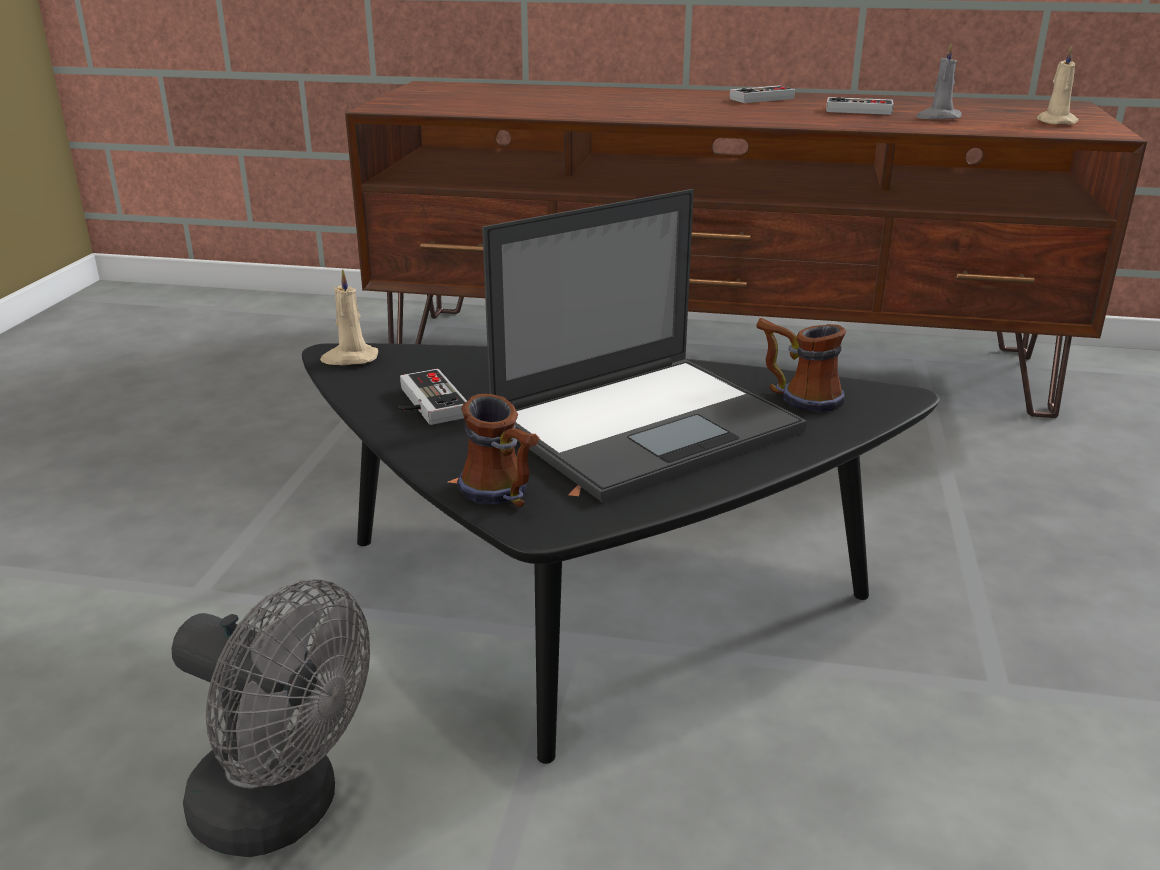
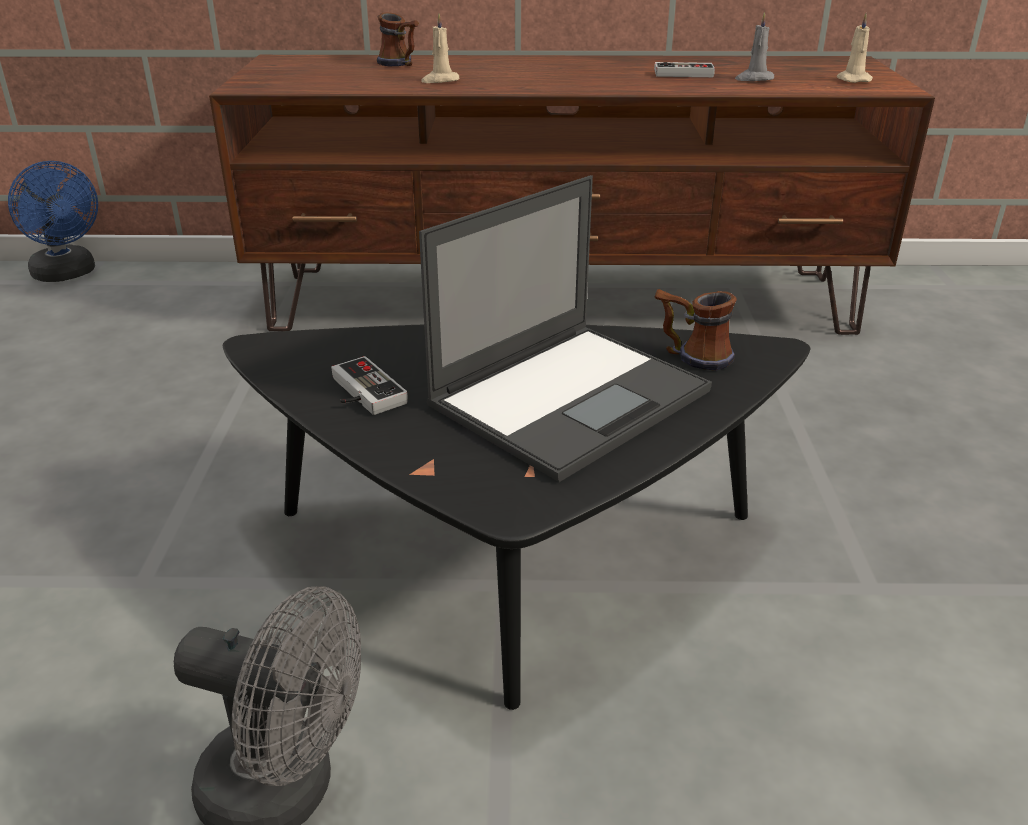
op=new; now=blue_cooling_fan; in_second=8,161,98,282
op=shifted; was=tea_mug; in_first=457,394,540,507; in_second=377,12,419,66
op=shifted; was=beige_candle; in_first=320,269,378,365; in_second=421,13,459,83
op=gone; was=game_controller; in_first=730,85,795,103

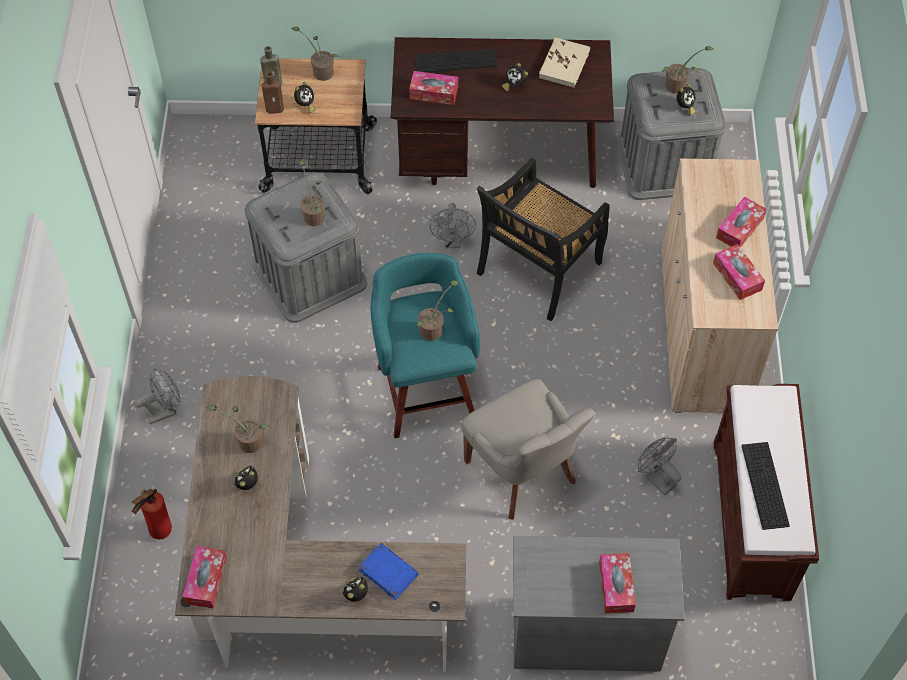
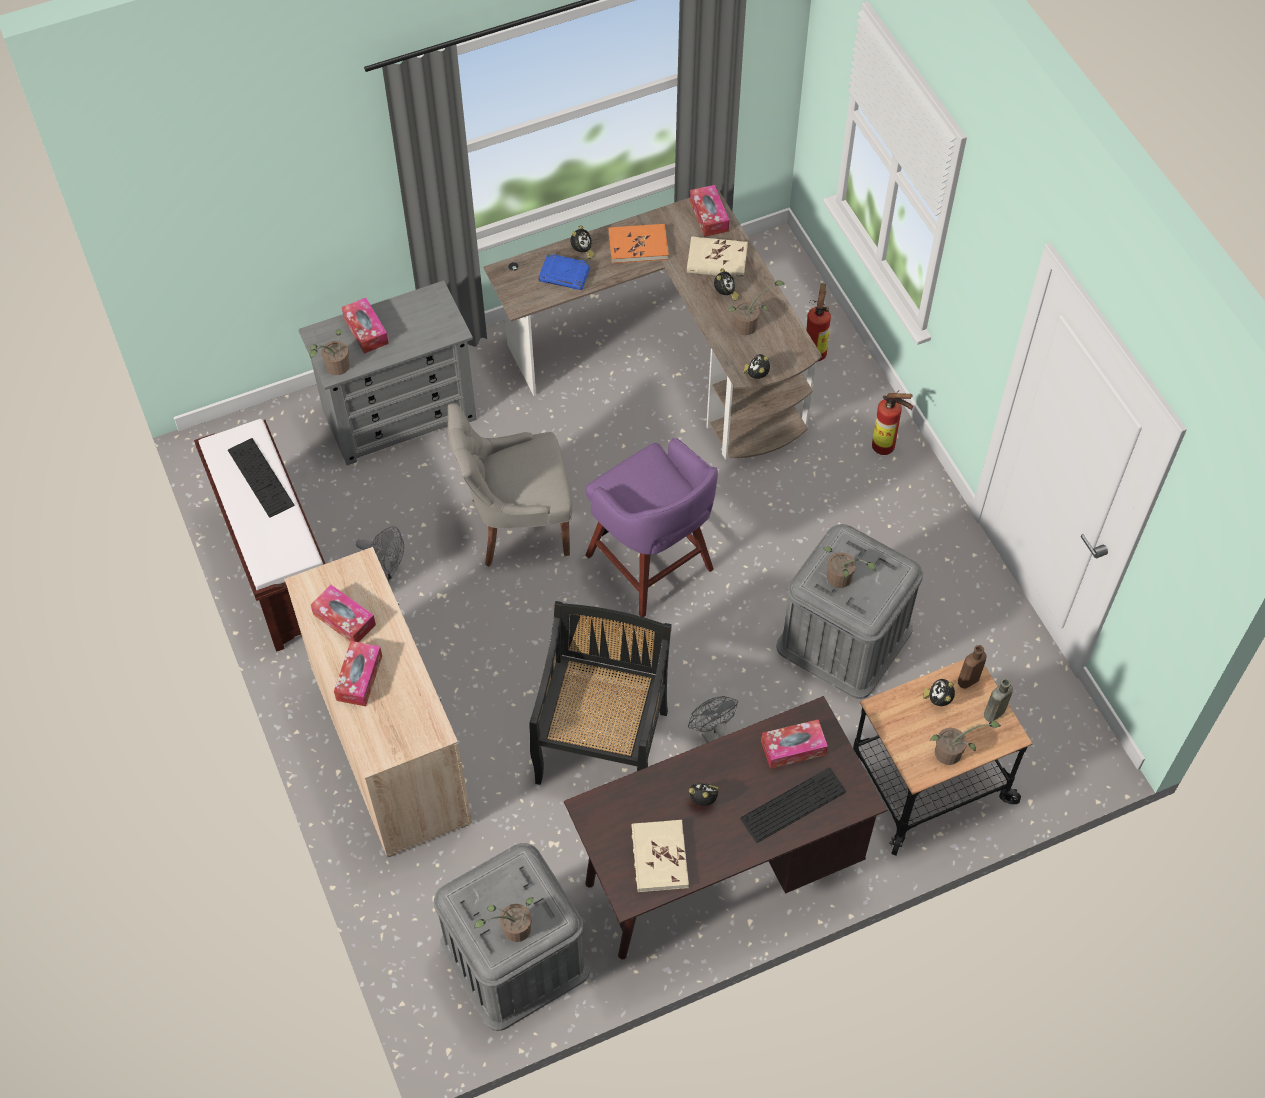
op=shifted; was=plant_in_a_pot; in_first=417,280,459,341; in_second=310,329,350,375
op=rotated; was=greyish_chair; in_first=461,379,596,520; in_second=448,403,572,566; clockwise=-45
op=repainted; was=turquoise_stool_seat; now=purple_stool_seat; in_first=371,253,480,438; in_second=585,438,718,617
op=new; now=orange_book; in_second=609,224,669,263
op=new; now=beige_book; in_second=687,236,748,278
op=shifted; was=alarm_clock; in_first=677,84,696,115; in_second=743,354,770,379
op=swapped; was=greyish_cooling_fan; now=extinguisher; in_first=135,368,180,425; in_second=872,390,914,455

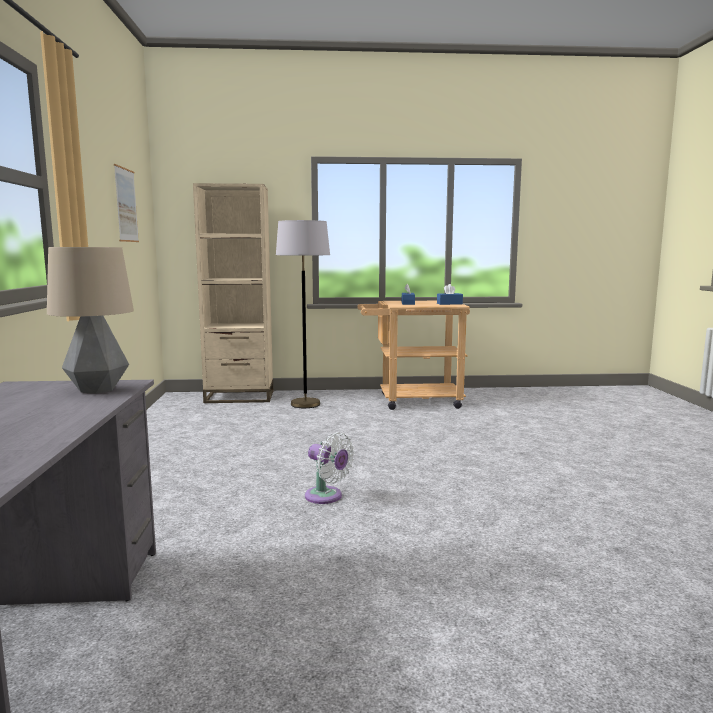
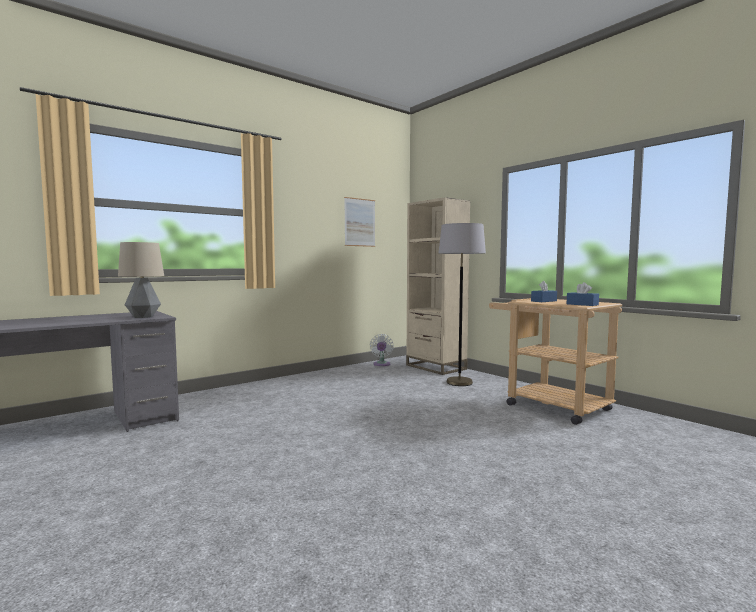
op=shifted; was=white_cooling_fan; in_first=305,432,354,504; in_second=370,334,393,366

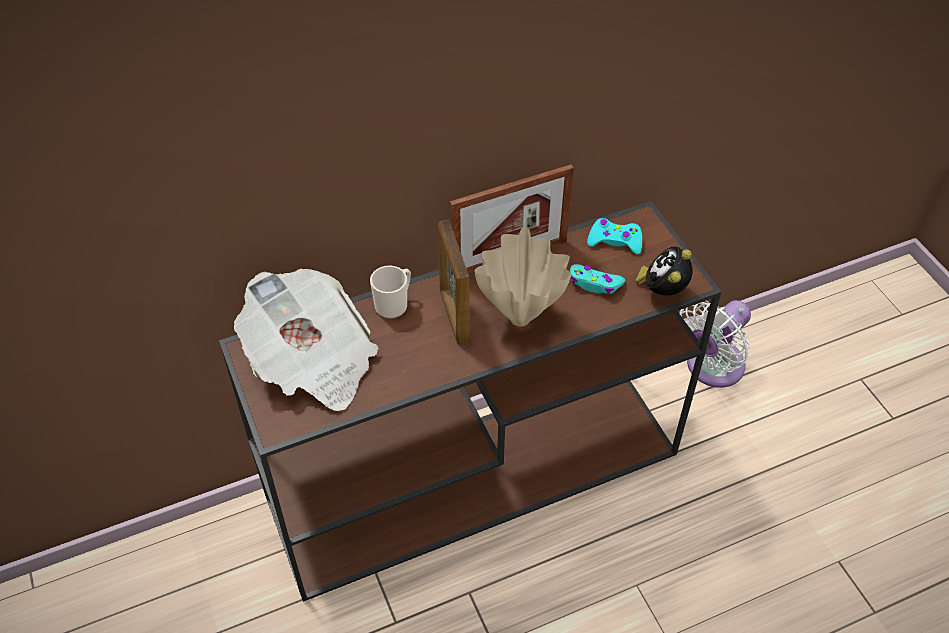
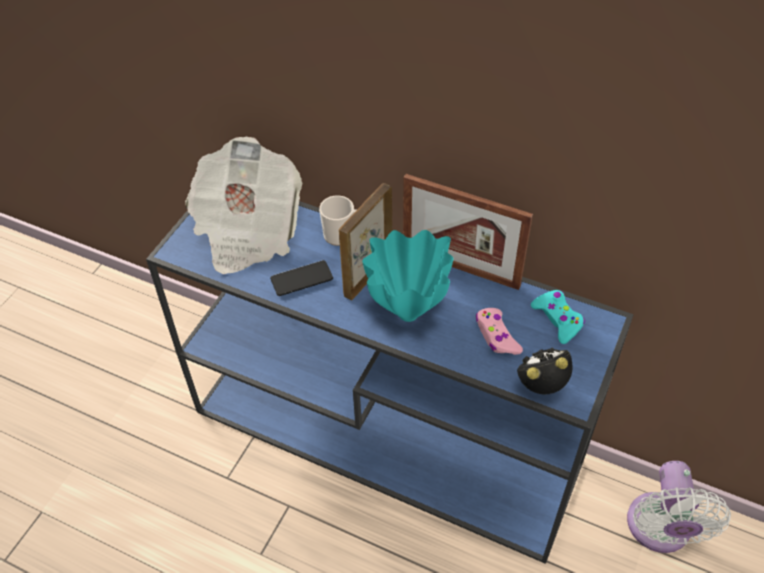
op=repainted; was=brown_hall_table; now=blue_hall_table; in_first=219,201,721,602; in_second=146,201,634,564
op=new; now=telephone; in_second=270,260,333,296
op=repainted; was=beige_vase; now=turquoise_vase; in_first=474,227,571,326; in_second=362,230,454,322
op=repainted; was=turquoise_game_controller; now=pink_game_controller; in_first=570,264,625,294; in_second=476,308,523,355
op=rotated; was=white_cooling_fan; in_first=679,300,751,388; in_second=627,461,731,553; clockwise=-90

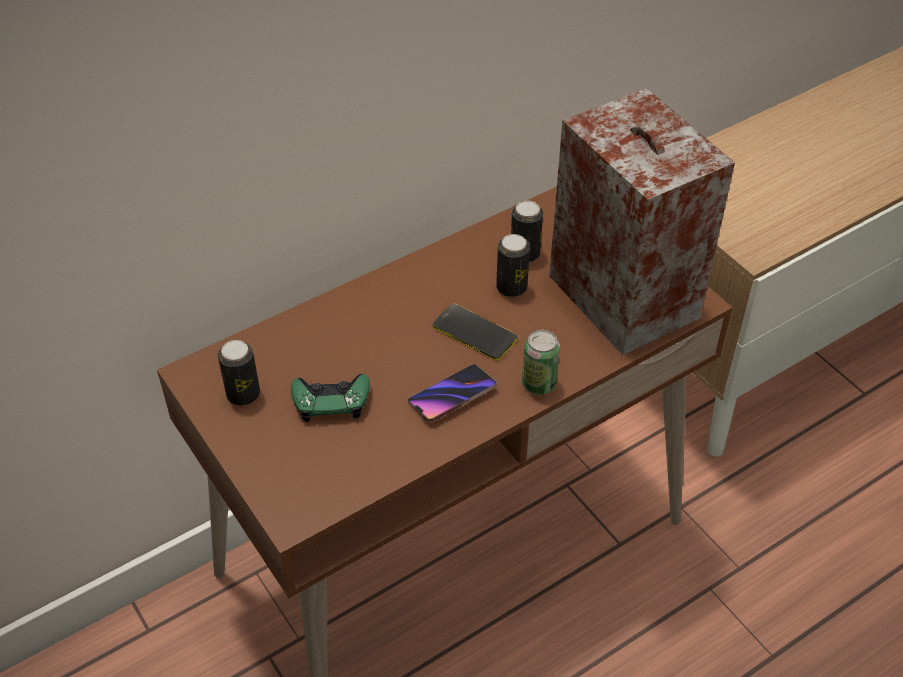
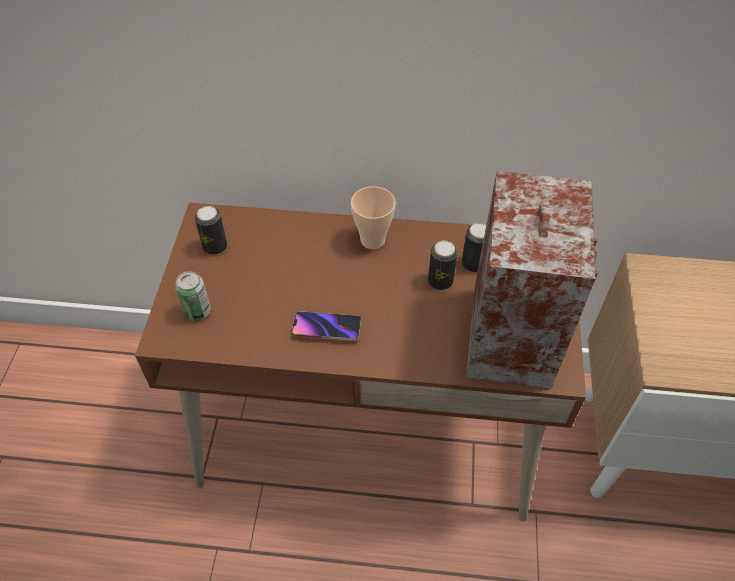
op=shifted; was=sealed_can; in_first=522,330,560,395; in_second=175,271,211,321
op=new; now=small_cup; in_second=351,186,396,249
op=gone; was=greenish_game_controller; in_first=291,374,370,422
op=gone; was=telephone; in_first=433,304,517,361

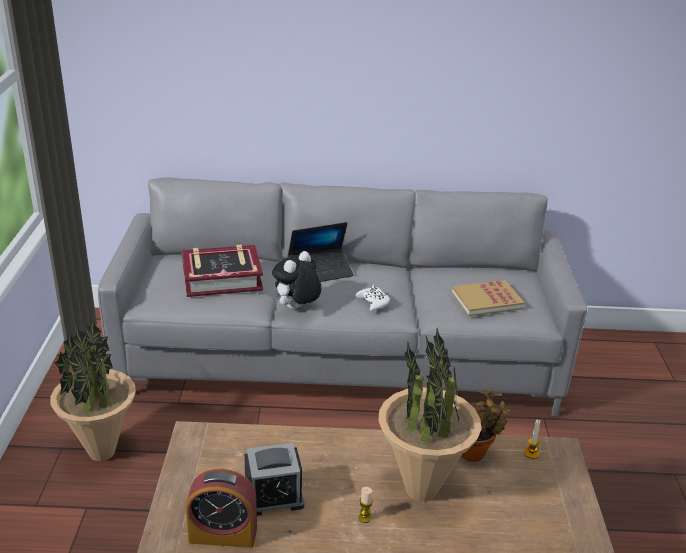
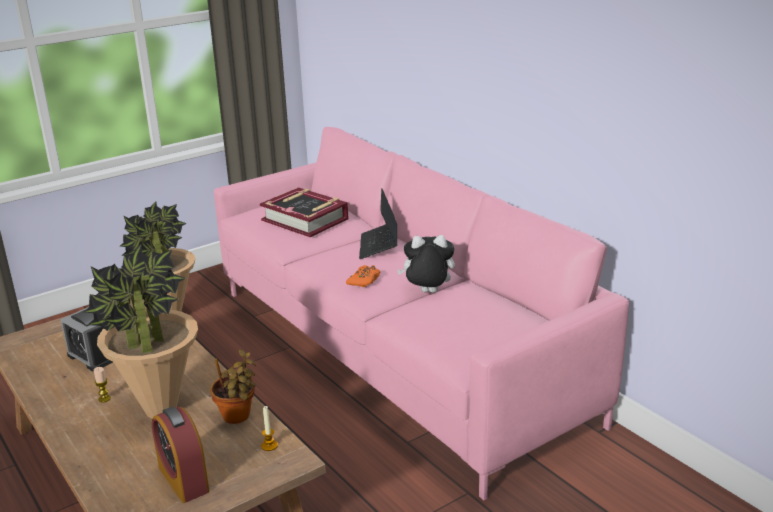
op=shifted; was=alarm_clock; in_first=186,469,257,548; in_second=152,407,210,503
op=repainted; was=greyish_couch; now=pink_couch; in_first=98,177,587,417; in_second=214,127,629,500
op=repainted; was=white_game_controller; now=orange_game_controller; in_first=355,285,390,311; in_second=346,265,381,287
op=rotated; was=notebook_computer; in_first=288,222,354,282; in_second=359,188,397,259; clockwise=60
op=shifted; was=soft_toy; in_first=272,251,321,310; in_second=397,235,455,293
op=gone; was=book; in_first=451,280,524,316

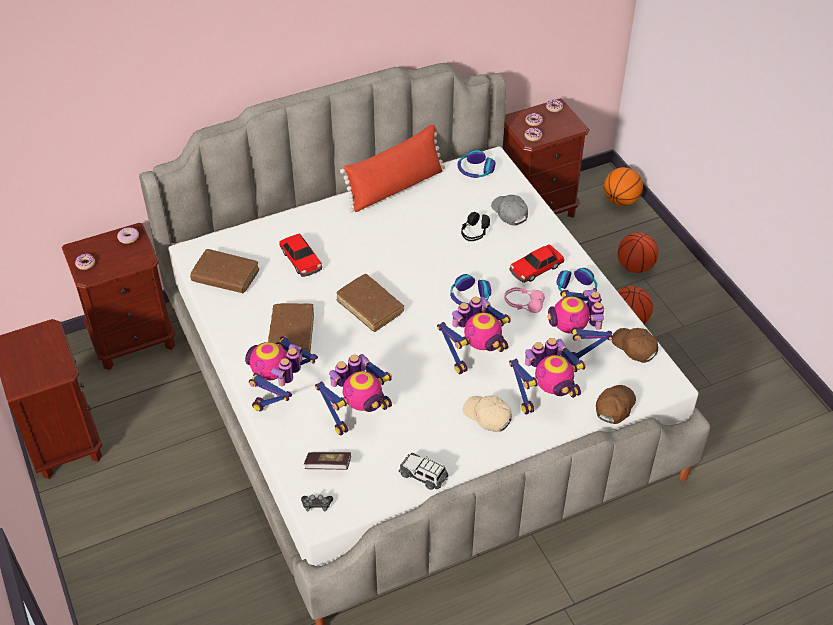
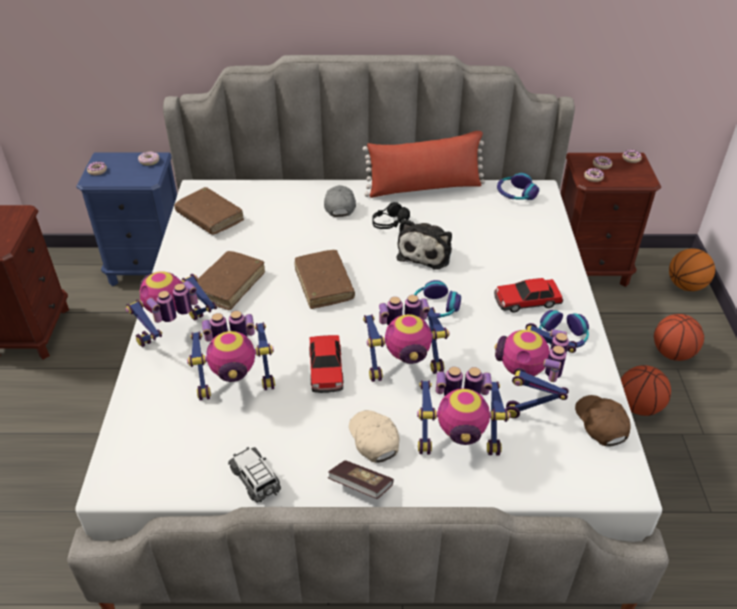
op=repainted; was=brown_night_table; now=blue_night_table; in_first=62,223,175,370; in_second=76,152,177,286
op=shifted; was=toy_car; in_first=279,233,322,277; in_second=309,335,344,393
op=shifted; was=greyish_peaked_cap; in_first=491,195,528,226; in_second=324,185,356,217
op=shifted; was=book; in_first=304,452,351,470; in_second=328,460,394,499
op=shifted; was=black_headphones; in_first=461,212,490,241; in_second=372,202,410,229
op=new; now=soft_toy; in_second=397,219,452,270
op=gone; was=game_controller; in_first=301,495,333,511
op=gone; was=pink_headphones; in_first=504,287,545,313
op=gone; was=brown_peaked_cap; in_first=596,385,636,424

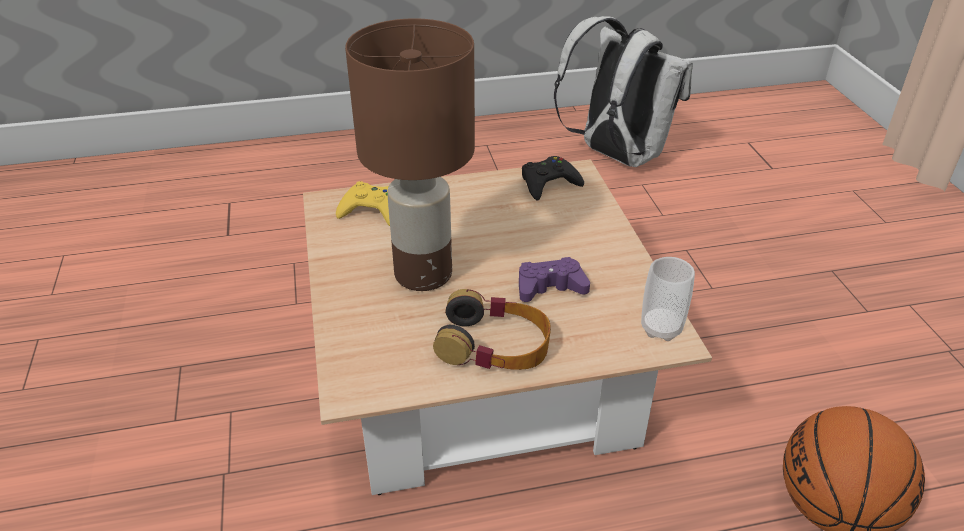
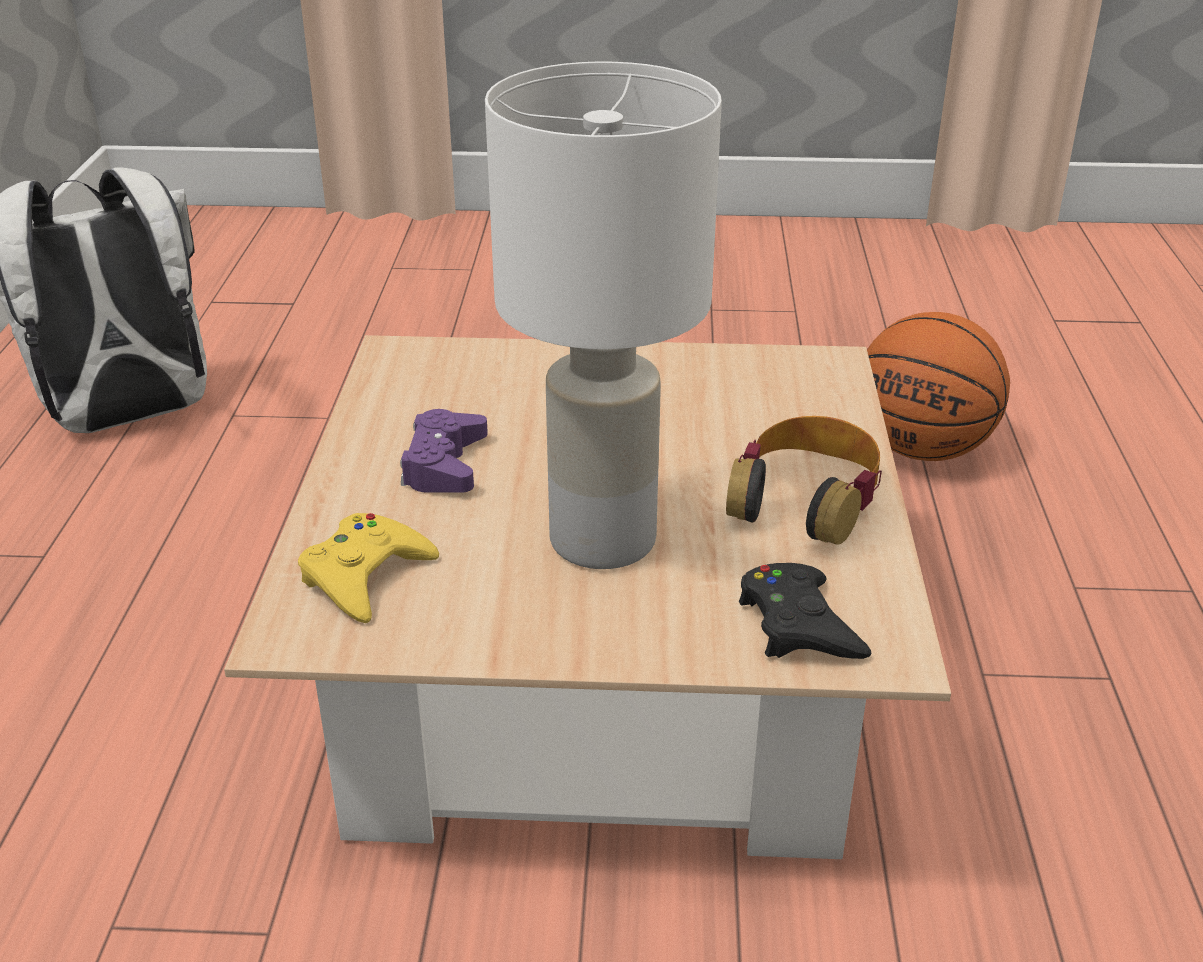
op=shifted; was=purple_game_controller; in_first=519,257,590,302; in_second=400,409,488,493
op=repainted; was=brown_lamp_for_a_table; now=white_lamp_for_a_table; in_first=345,18,475,291; in_second=485,62,722,569
op=shifted; was=black_game_controller; in_first=522,156,584,200; in_second=739,563,871,659
op=gone; was=small_cup; in_first=641,257,695,341

